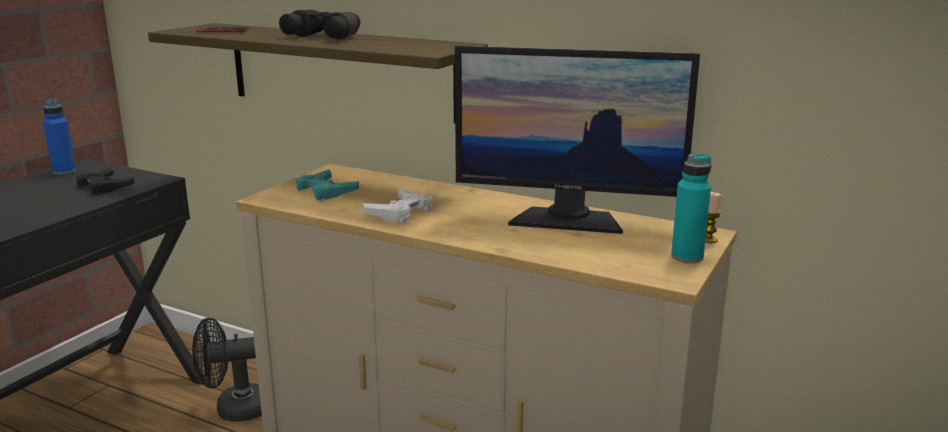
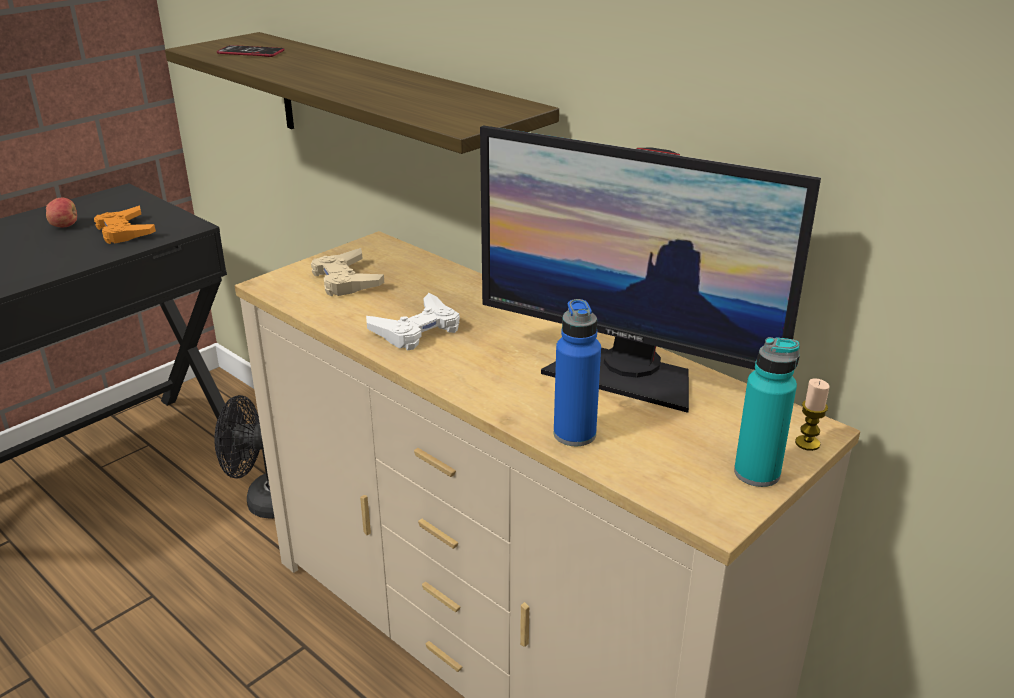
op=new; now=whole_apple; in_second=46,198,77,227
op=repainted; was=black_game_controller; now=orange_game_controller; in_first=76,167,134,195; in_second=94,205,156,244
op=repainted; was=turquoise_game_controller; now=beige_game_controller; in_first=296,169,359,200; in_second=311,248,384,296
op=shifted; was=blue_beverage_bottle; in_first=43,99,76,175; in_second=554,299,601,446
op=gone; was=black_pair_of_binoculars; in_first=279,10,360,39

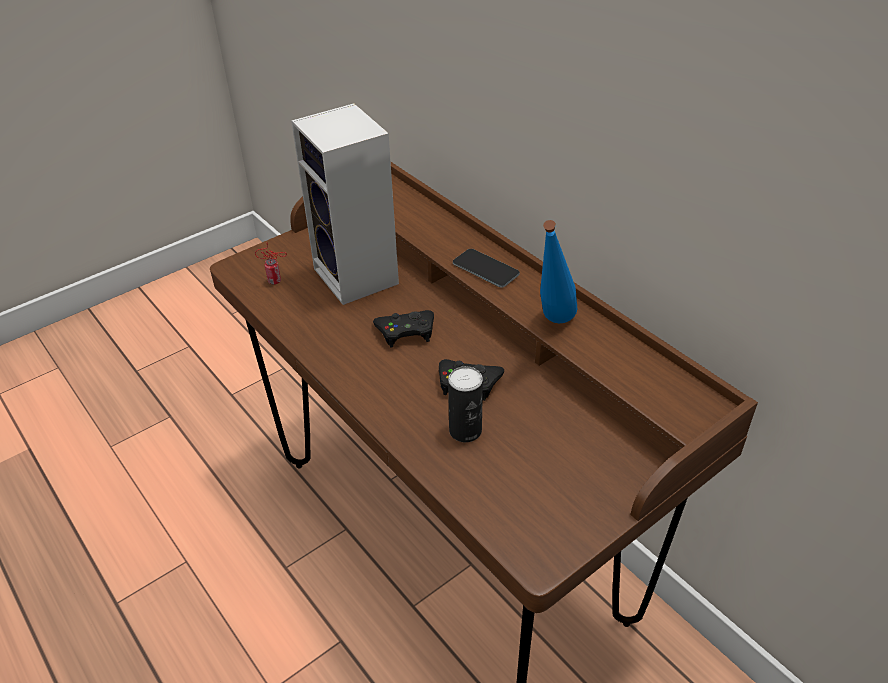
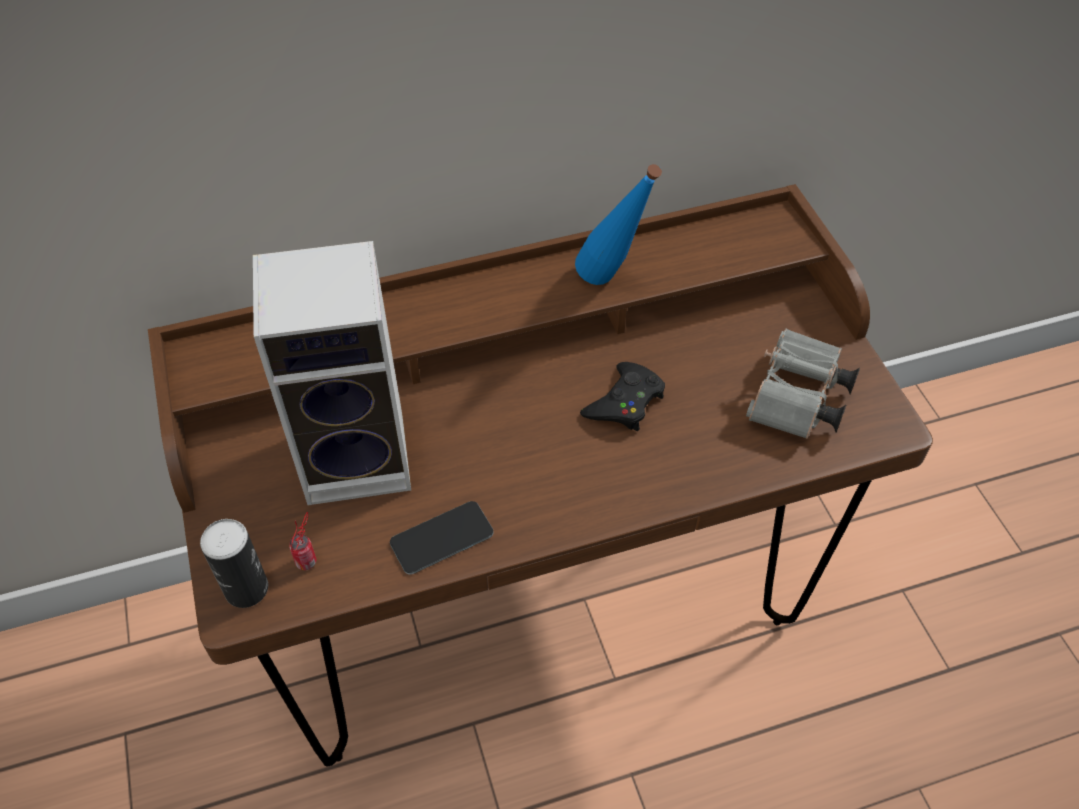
op=shifted; was=sealed_can; in_first=448,366,483,442; in_second=200,519,268,608
op=shifted; was=telephone; in_first=453,249,520,288; in_second=390,501,494,575
op=new; now=greyish_pair_of_binoculars; in_second=746,329,860,439
op=gone; was=black_game_controller; in_first=373,310,434,348

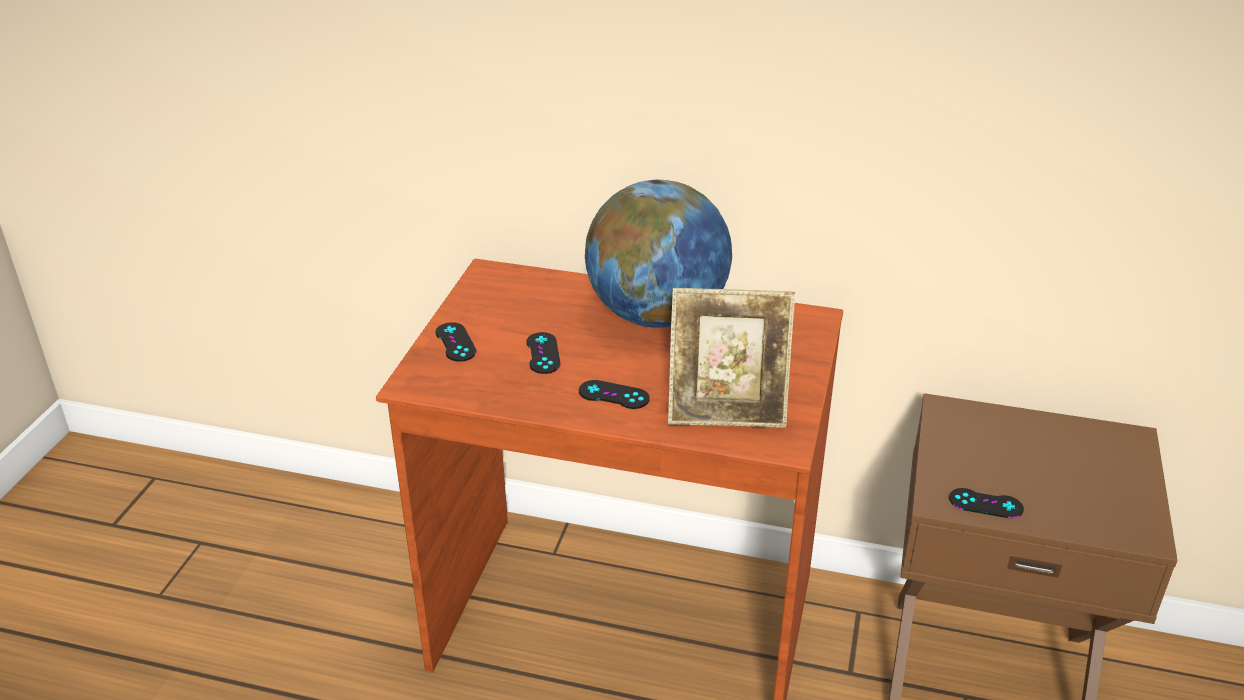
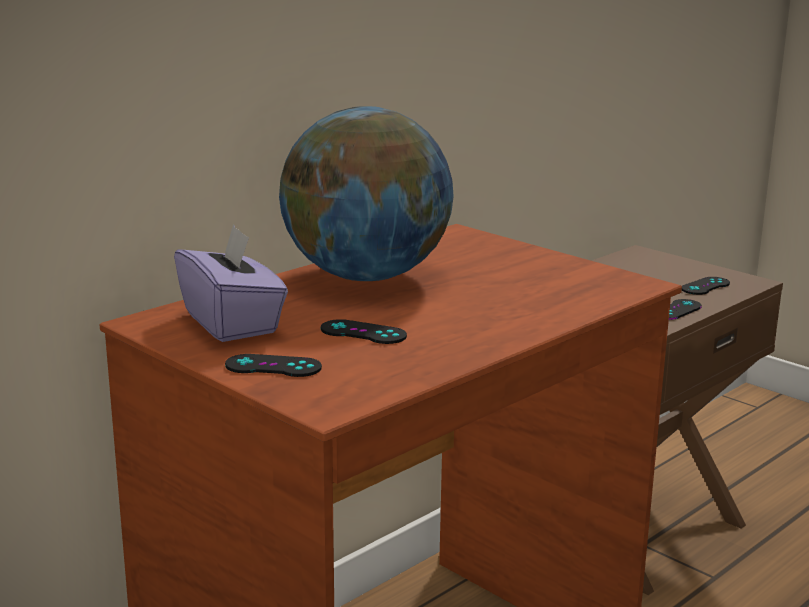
op=new; now=purple_tissue_holder; in_second=174,224,288,342
op=shifted; was=black_game_controller; in_first=579,380,650,409; in_second=682,277,730,295
op=gone; was=picture_frame; in_first=668,288,795,428

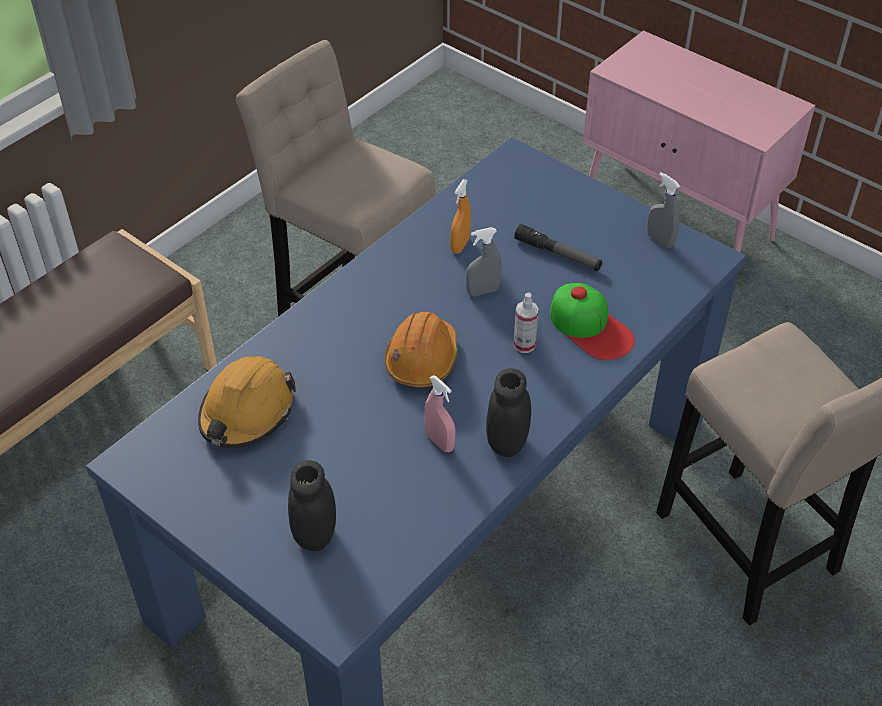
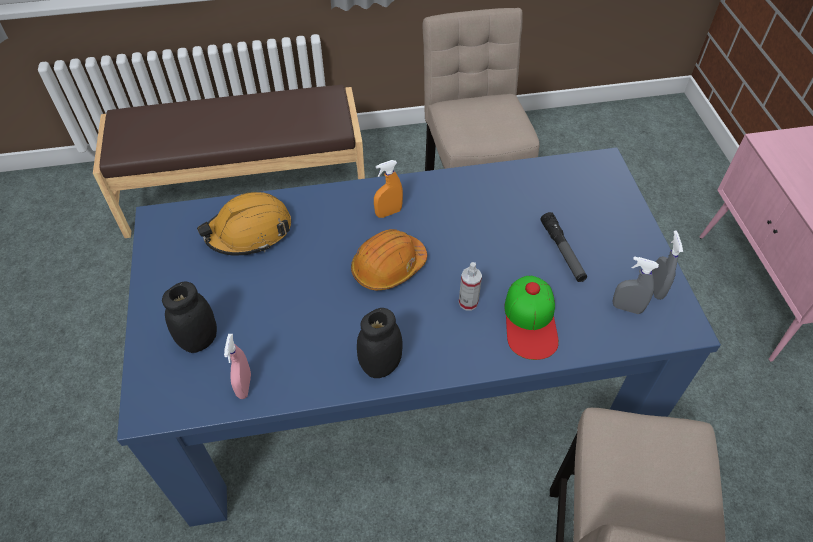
op=shifted; was=pink_sprayer; in_first=424,375,456,452; in_second=224,334,251,399
op=shifted; was=orange_sprayer; in_first=450,179,471,254; in_second=374,160,403,218
op=shifted; was=greyish_sprayer; in_first=466,227,502,296; in_second=612,256,659,314

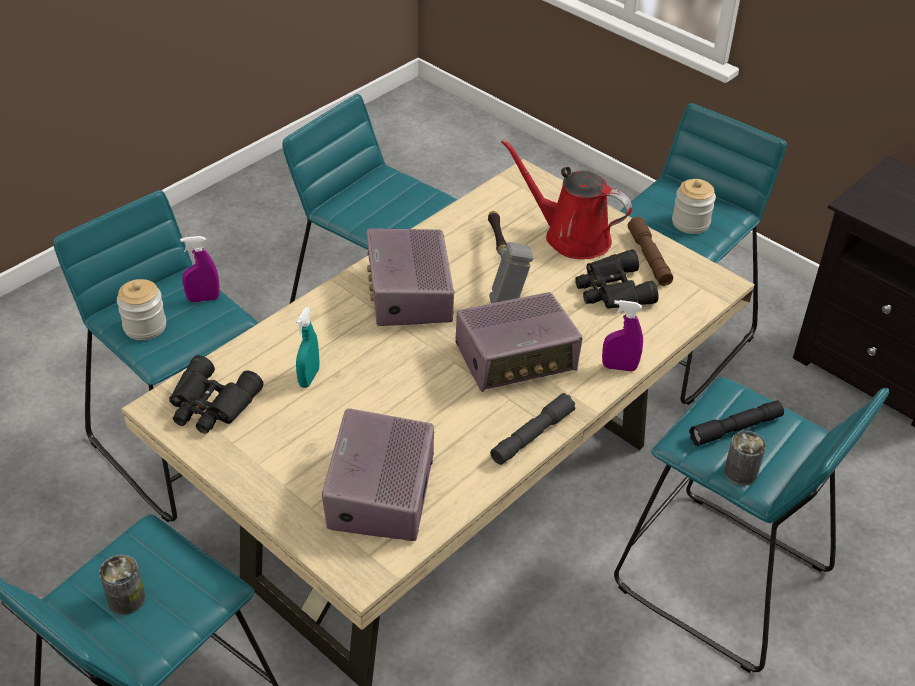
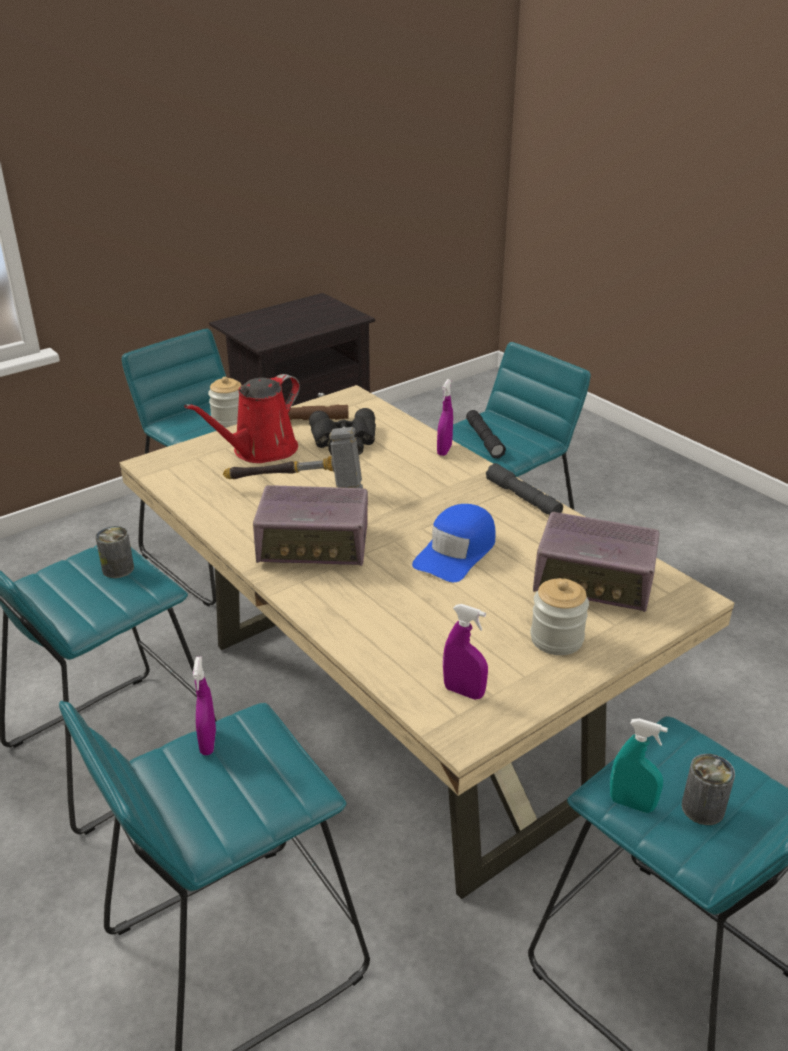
op=shifted; was=sealed_can; in_first=724,431,766,485; in_second=95,526,134,578
op=new; now=blue_peaked_cap; in_second=412,504,495,582
op=swapped; was=black_pair_of_binoculars; now=purple_sprayer; in_first=169,355,263,434; in_second=443,604,488,699
op=shifted; was=storage_jar; in_first=117,279,166,340; in_second=531,578,589,655
op=shifted; was=turquoise_sprayer; in_first=296,307,320,388; in_second=610,718,668,813
op=gone; was=radio; in_first=455,292,582,392

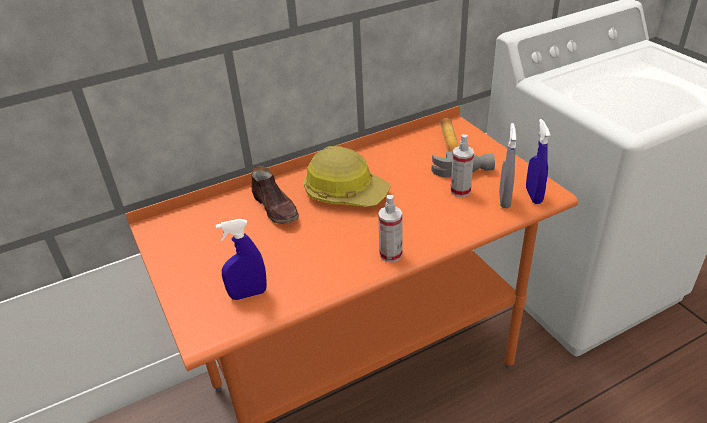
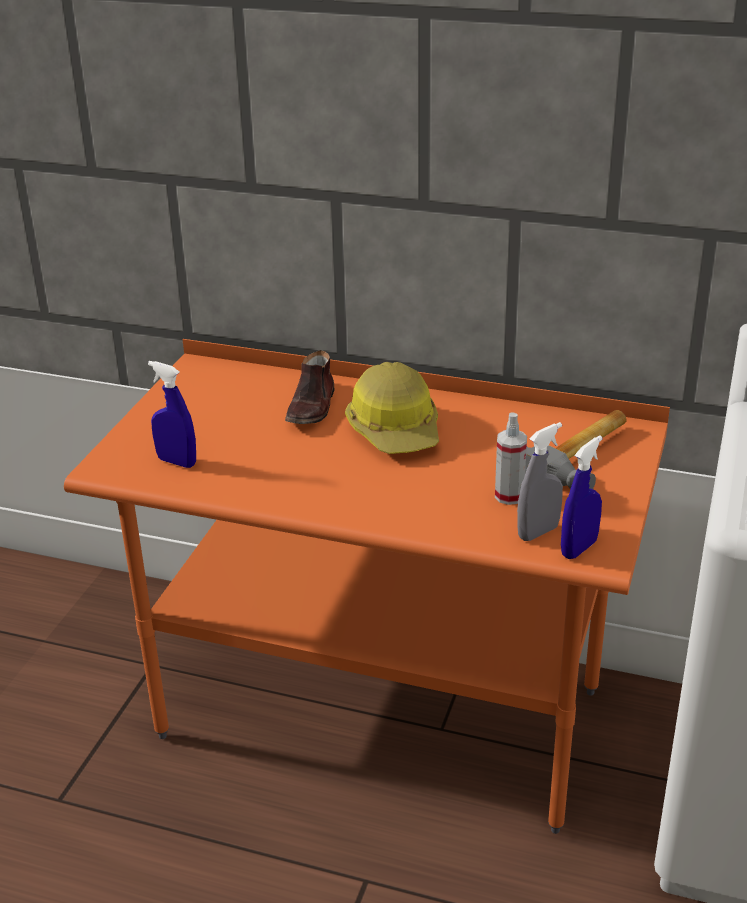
op=gone; was=sprayer; in_first=378,195,402,262

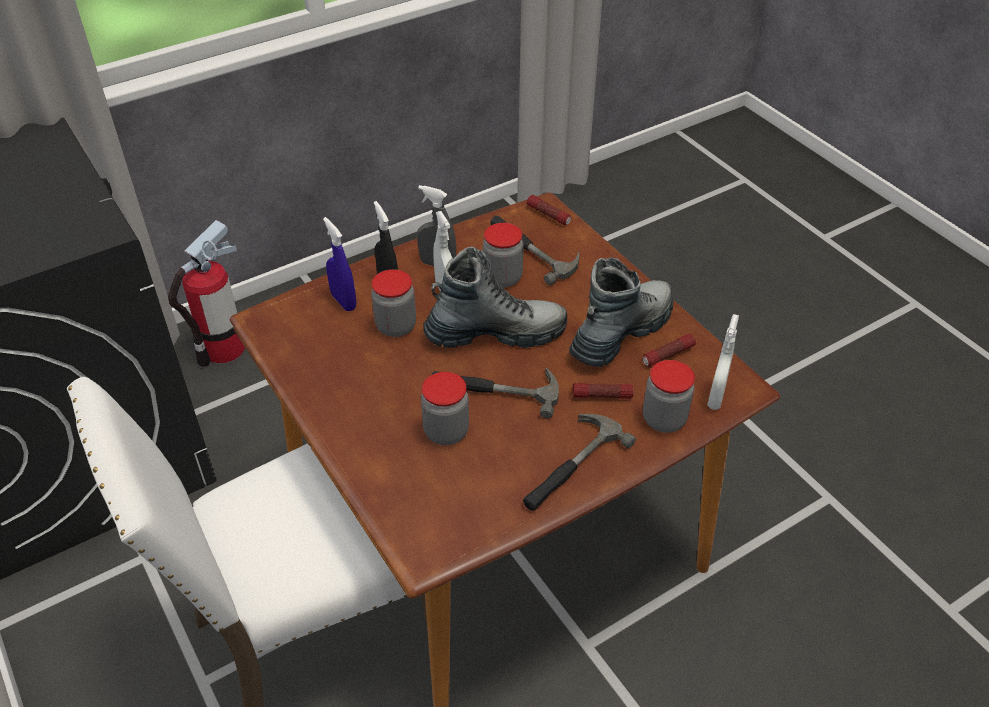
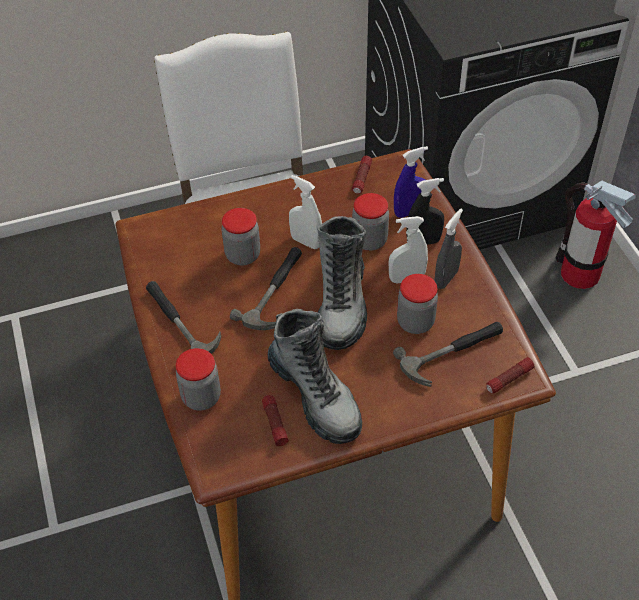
op=shifted; was=white_sprayer; in_first=707,314,739,410; in_second=289,175,322,249
op=shifted; was=flashlight; in_first=573,383,634,399; in_second=352,156,372,194

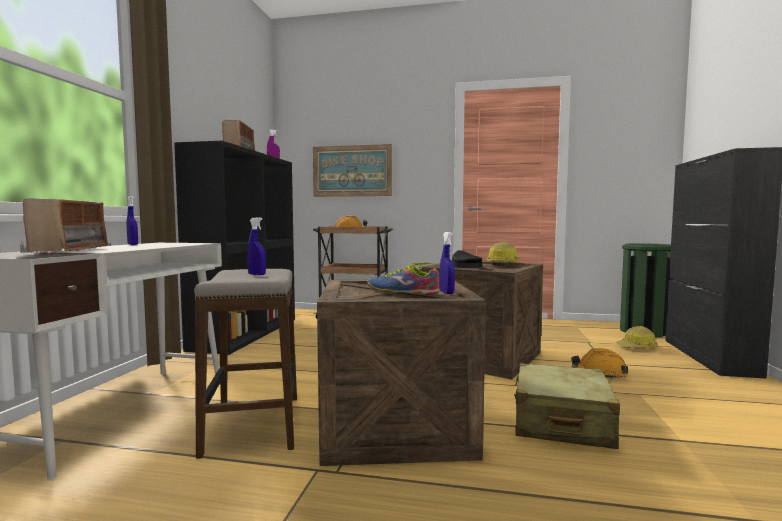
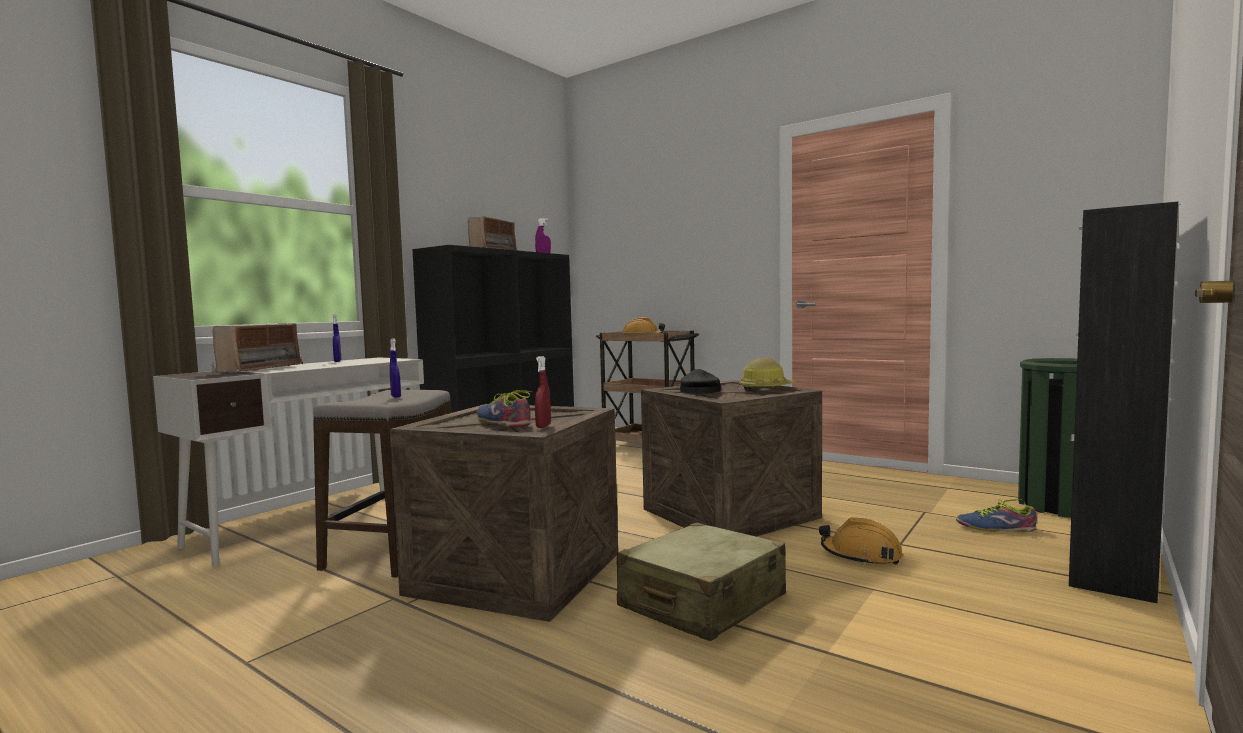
op=repainted; was=blue_sprayer; now=reddish_sprayer; in_first=440,232,455,294; in_second=535,356,551,428
op=swapped; was=safety_helmet; now=item_of_footwear; in_first=616,326,657,348; in_second=956,499,1037,532
op=gone; was=picture; in_first=313,144,392,197

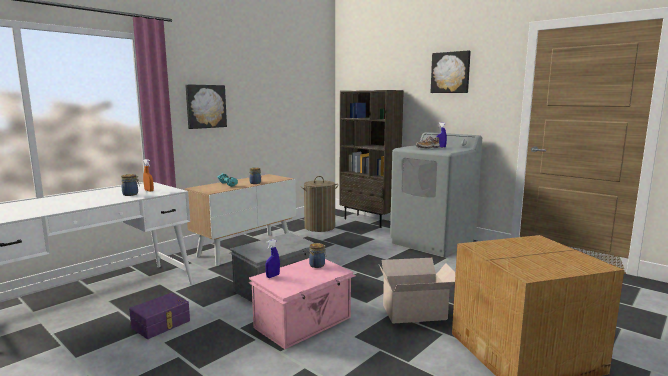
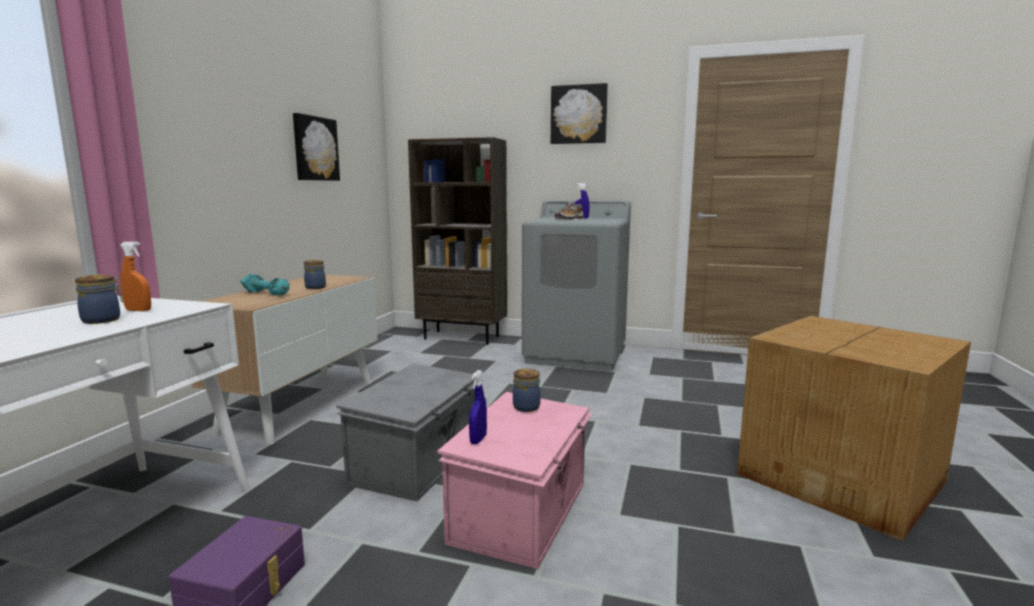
op=shifted; was=picture; in_first=185,84,227,129; in_second=293,113,340,181
op=gone; was=laundry_basket; in_first=300,176,338,232
op=gone; was=cardboard_box; in_first=379,258,456,324

